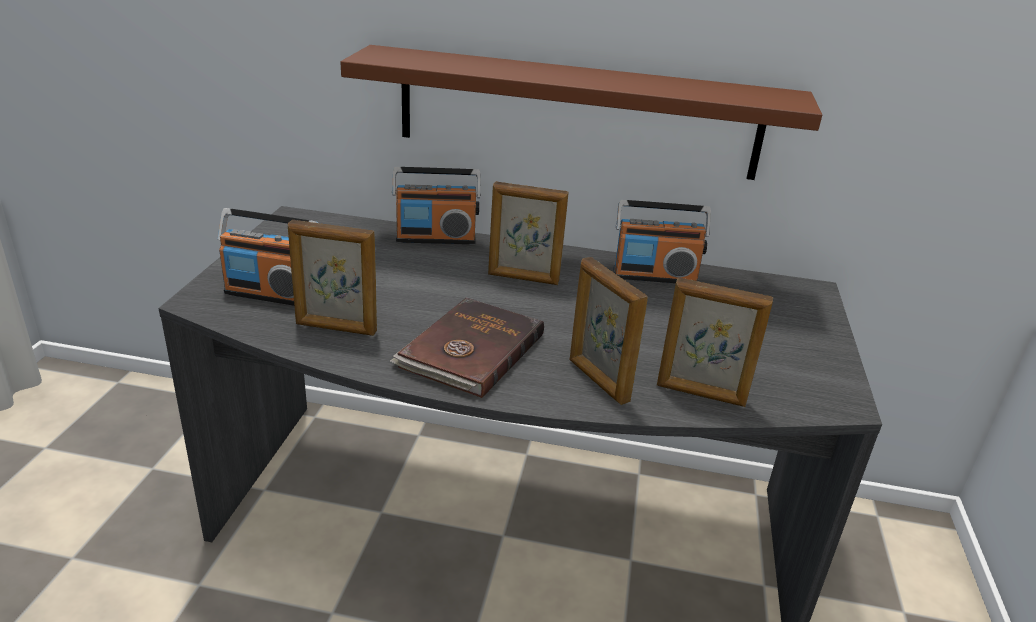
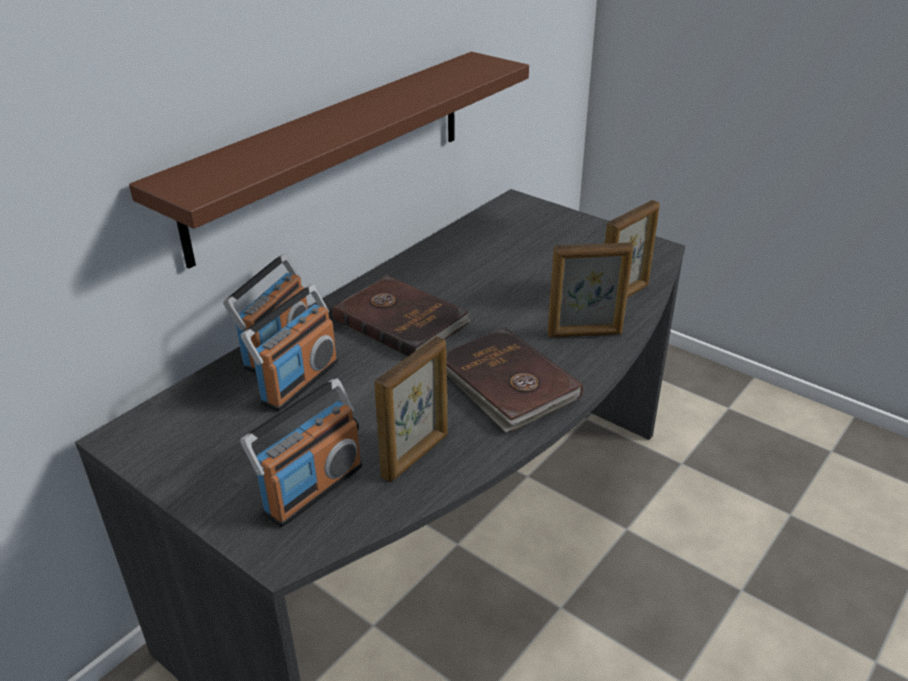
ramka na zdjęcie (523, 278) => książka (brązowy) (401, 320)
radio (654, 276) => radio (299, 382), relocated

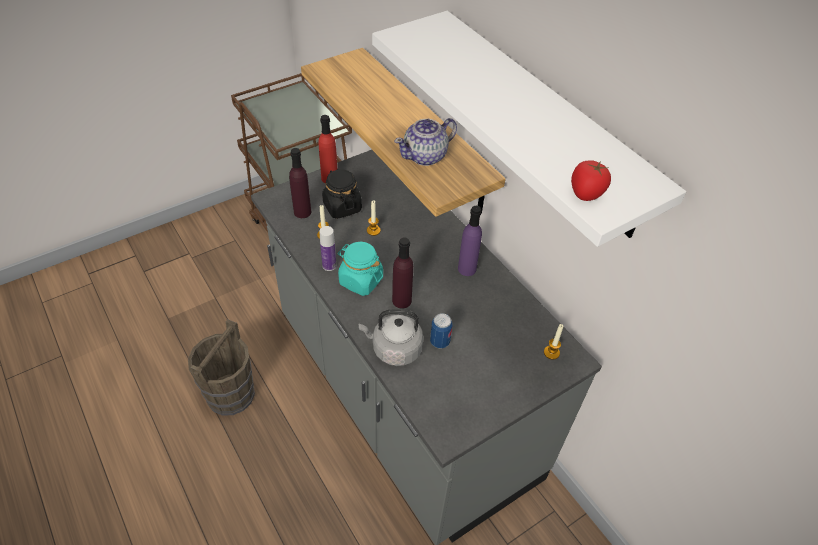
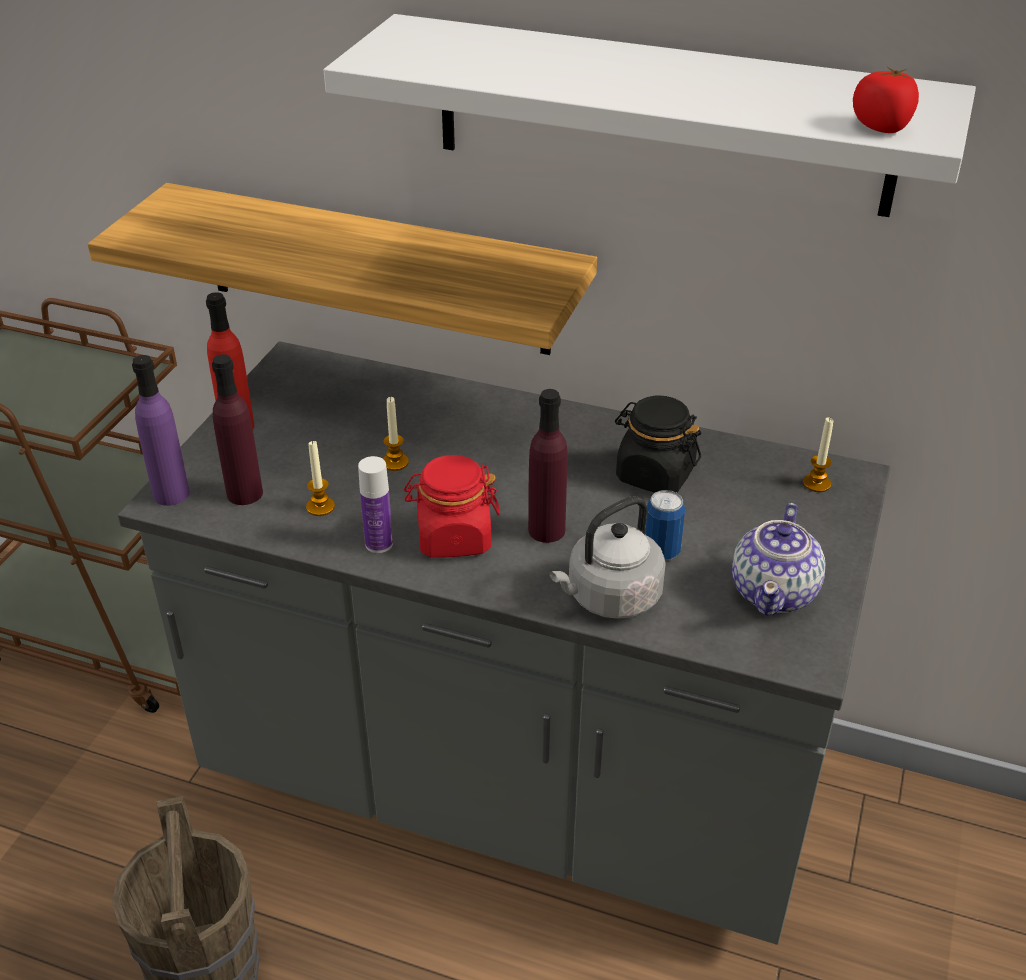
słoik (czarny) (342, 207) => słoik (czarny) (654, 474), relocated
słoik (turkusowy) (360, 280) => słoik (czerwony) (453, 537)
imbryk (425, 156) => imbryk (775, 592), relocated
butelka (fioletowy) (467, 269) => butelka (fioletowy) (171, 494), relocated

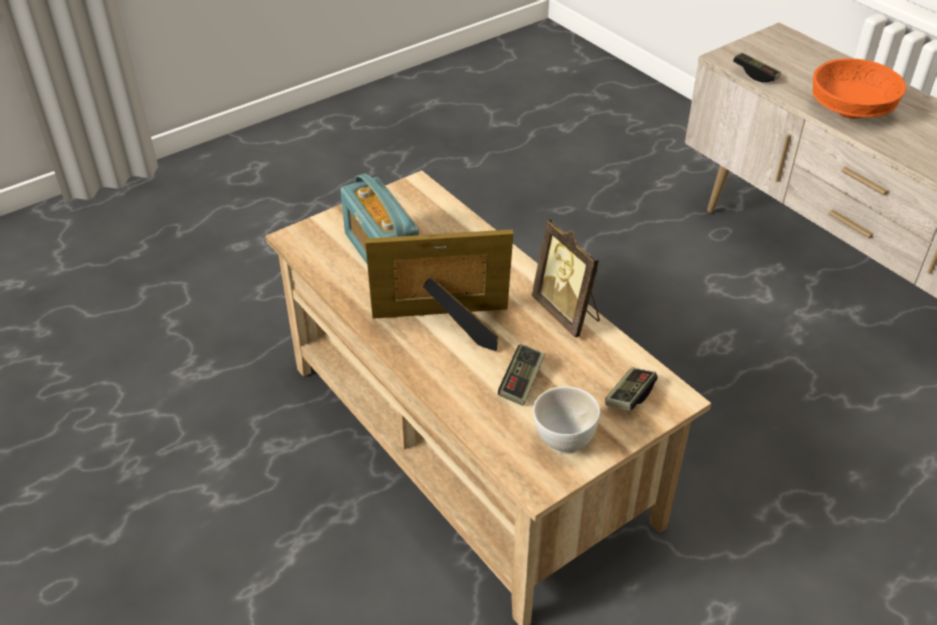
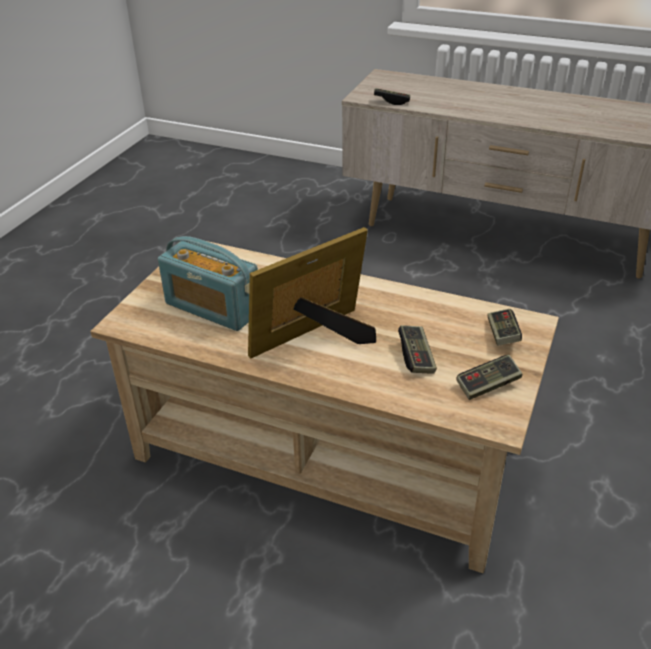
ramka na zdjęcie (567, 313) => nothing
miska (biały) (563, 441) => pad do gier (488, 385)
miska (pomarańczowy) (850, 109) => nothing

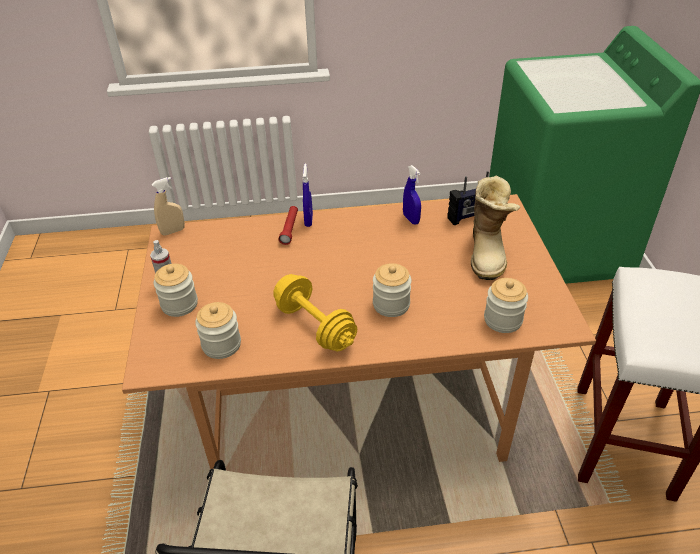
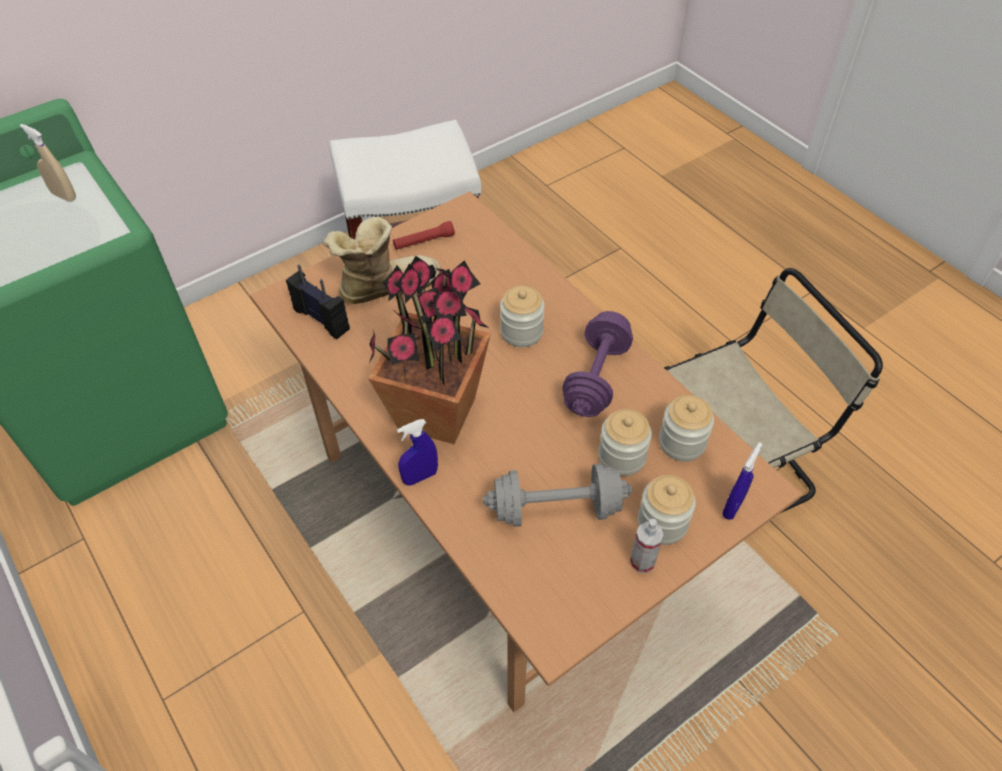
spryskiwacz (beżowy) (173, 231) => spryskiwacz (beżowy) (64, 196), relocated
hantel (żółty) (315, 326) => hantel (fioletowy) (596, 378)
latarka (czerwony) (289, 229) => latarka (czerwony) (424, 241), relocated
spryskiwacz (niebieski) (411, 219) => spryskiwacz (niebieski) (733, 506), relocated
słoik (503, 320) => słoik (621, 457), relocated
nothing => roślina doniczkowa (436, 412)
nothing => hantel (szary) (556, 509)

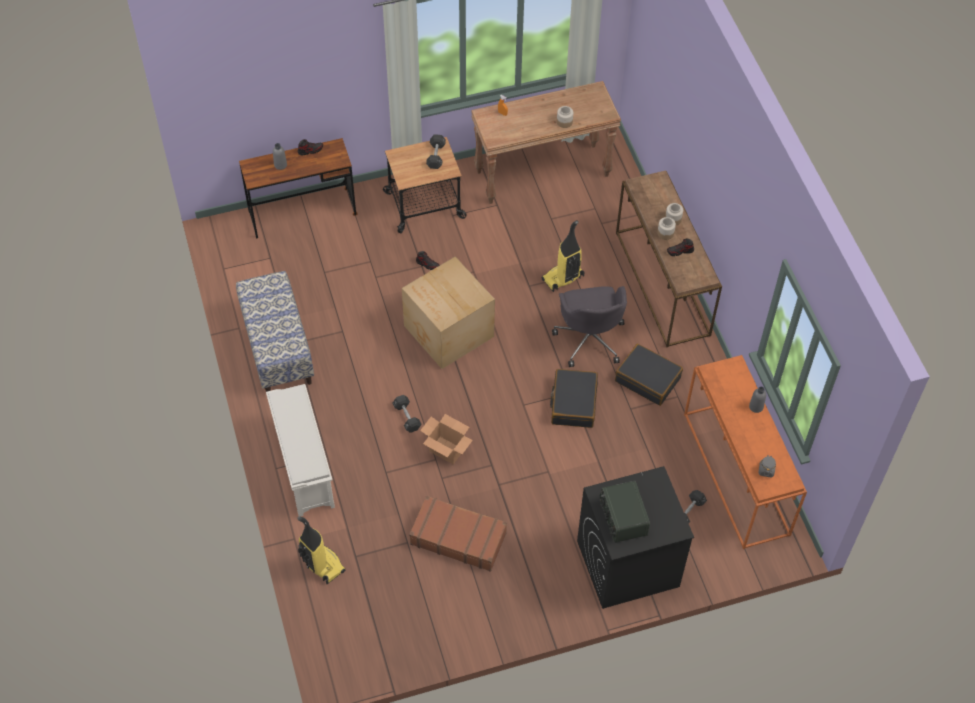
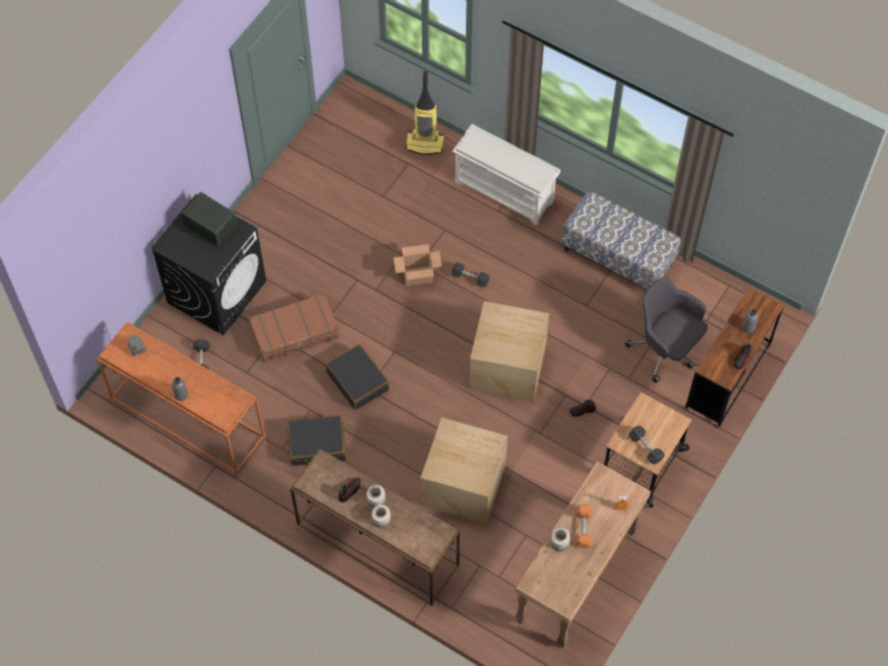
walizka (brązowy) (458, 537) => walizka (brązowy) (295, 333), relocated
odkurzacz (563, 278) => karton (463, 483)
krzesło biurowe (szary) (590, 338) => krzesło biurowe (szary) (665, 349), relocated
nothing => hantel (pomarańczowy) (583, 529)

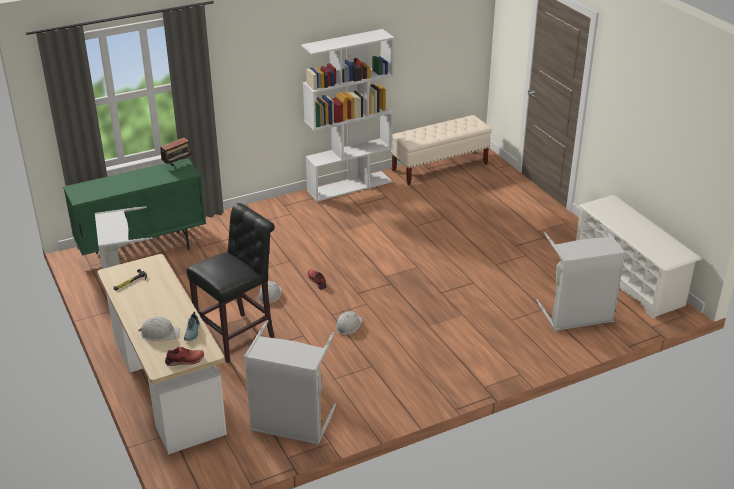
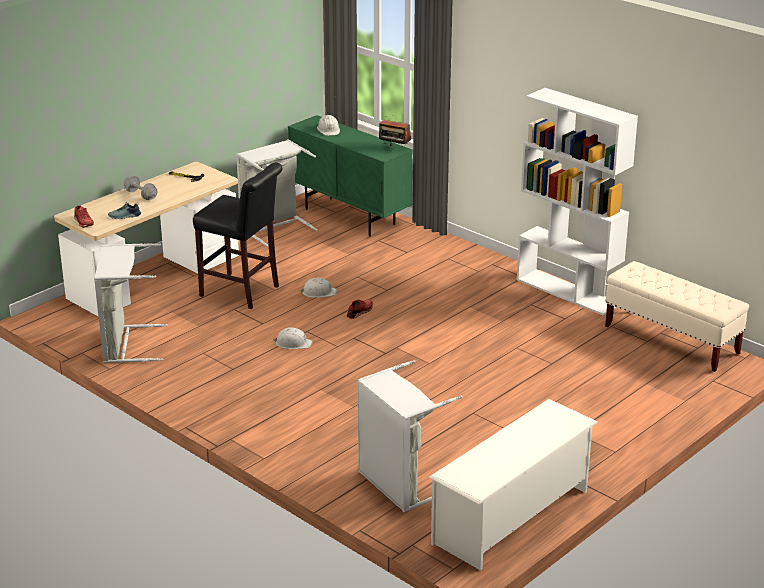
kask (biały) (159, 333) => kask (biały) (329, 130), relocated
nothing => hantel (szary) (141, 195)

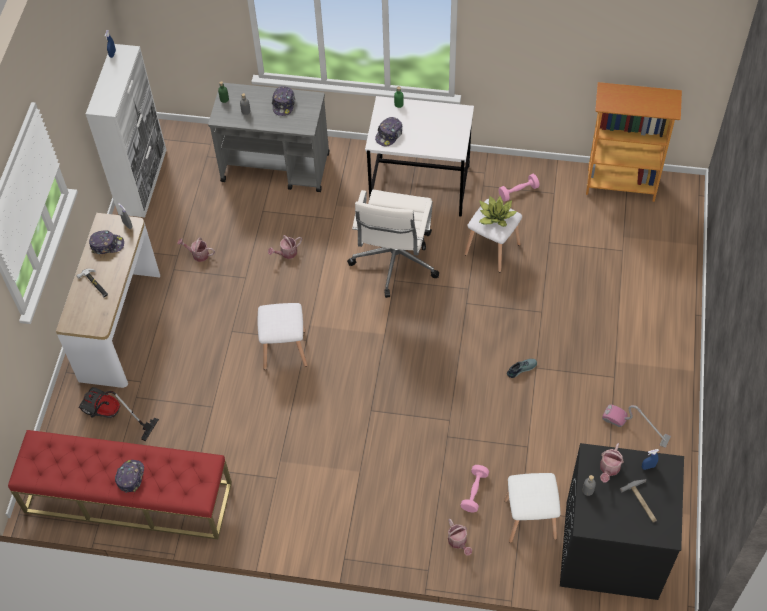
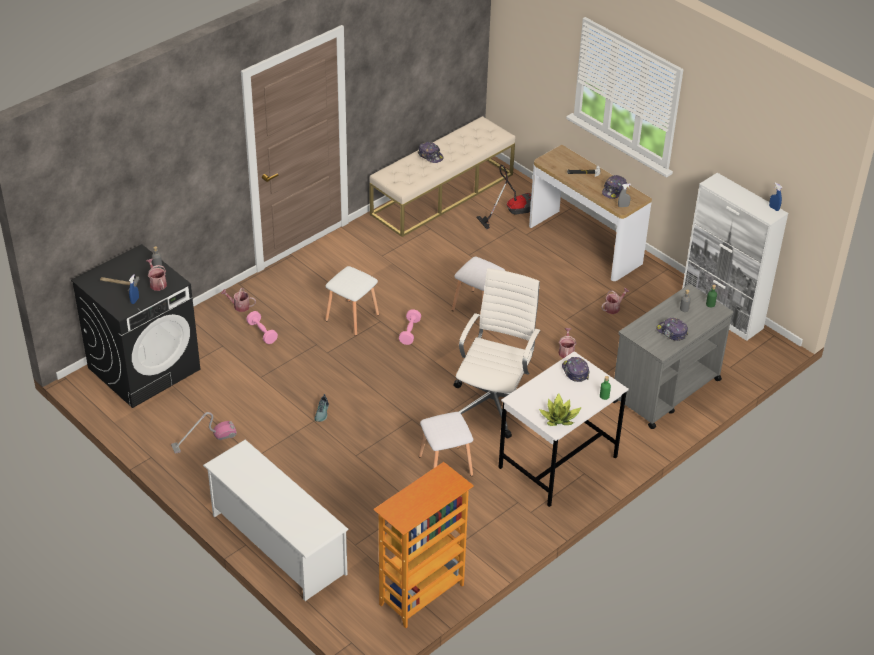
ławka (czerwony) (128, 497) => ławka (beżowy) (442, 194)
krzesło biurowe (biały) (394, 262) => krzesło biurowe (biały) (494, 403), 60 degrees clockwise
roślina doniczkowa (495, 216) => roślina doniczkowa (559, 418), relocated
hantel (różowy) (518, 192) => hantel (różowy) (410, 332), relocated
stołek (biały) (529, 519) => stołek (biały) (352, 317), relocated
nothing => regał na buty (biały) (277, 544)

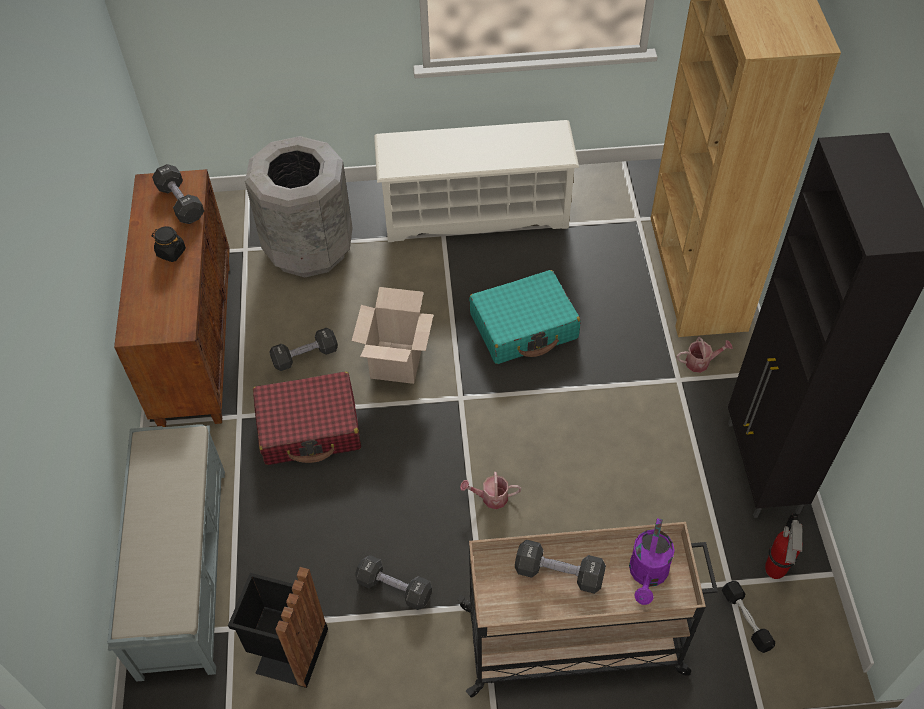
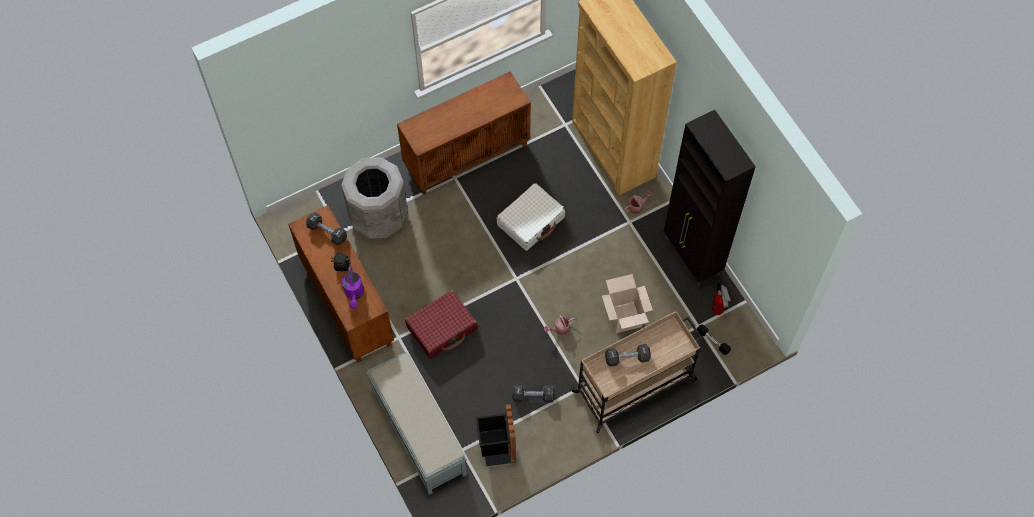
hantel (czarny) (305, 356) => nothing
karton (396, 362) => karton (624, 317), relocated
regał na buty (biały) (476, 212) => szafka (brązowy) (467, 155)
walizka (turkusowy) (524, 327) => walizka (biały) (531, 221)
konewka (fioletowy) (647, 575) => konewka (fioletowy) (354, 294), relocated

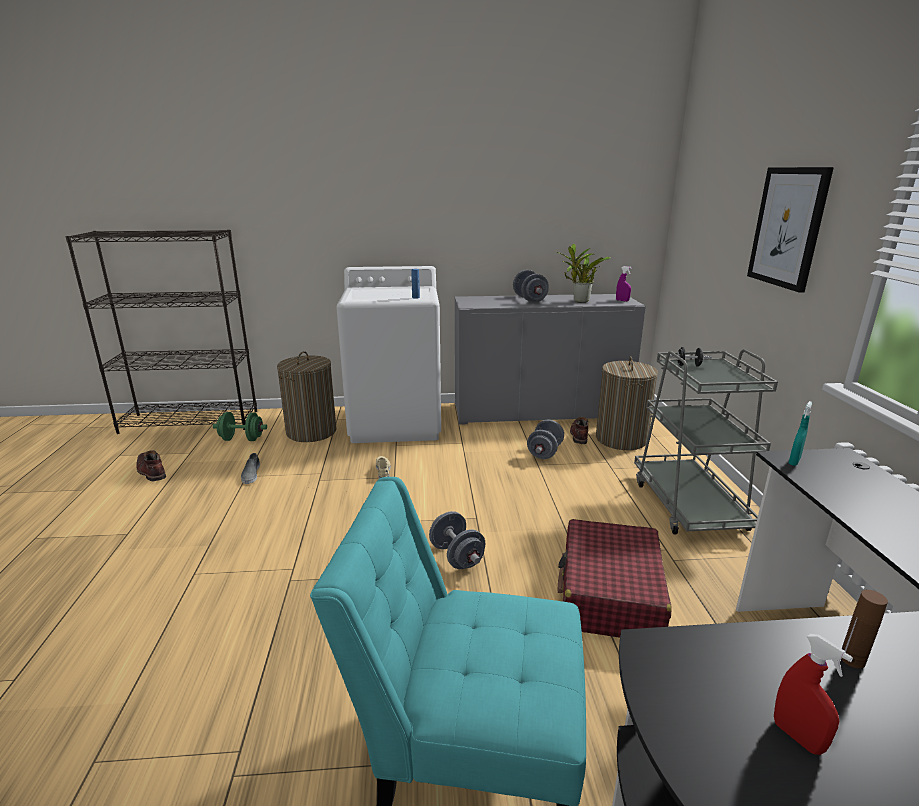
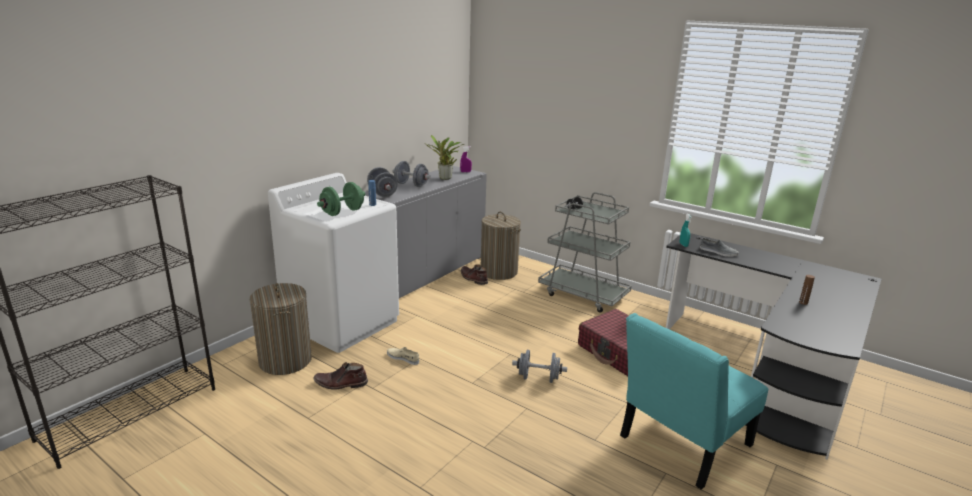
but z cholewką (brązowy) (151, 471) => but z cholewką (brązowy) (340, 384), relocated
hantel (zielony) (242, 439) => hantel (zielony) (342, 212), relocated
but (szary) (251, 474) => but (szary) (718, 252), relocated
hantel (szary) (544, 452) => hantel (szary) (382, 193), relocated
obraz (788, 227) => nothing
spryskiwacz (czerwony) (797, 737) => nothing

